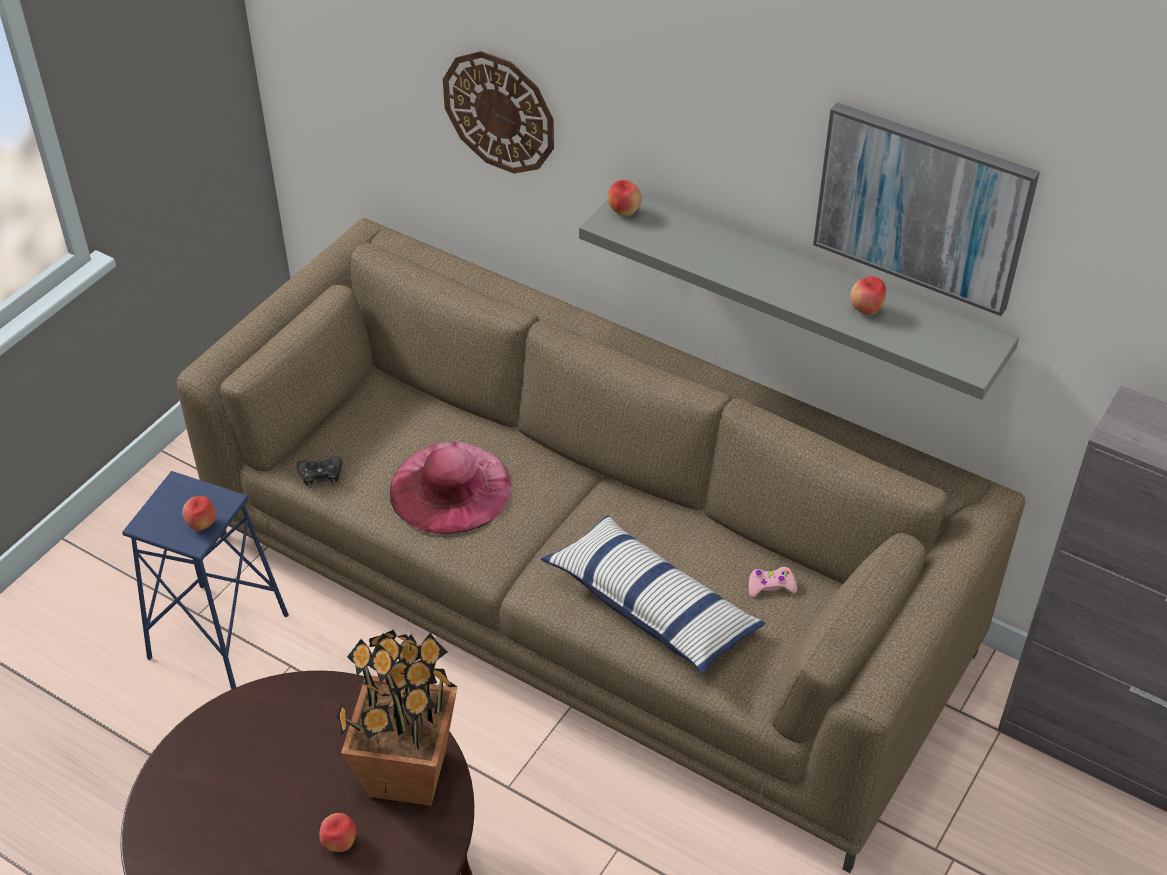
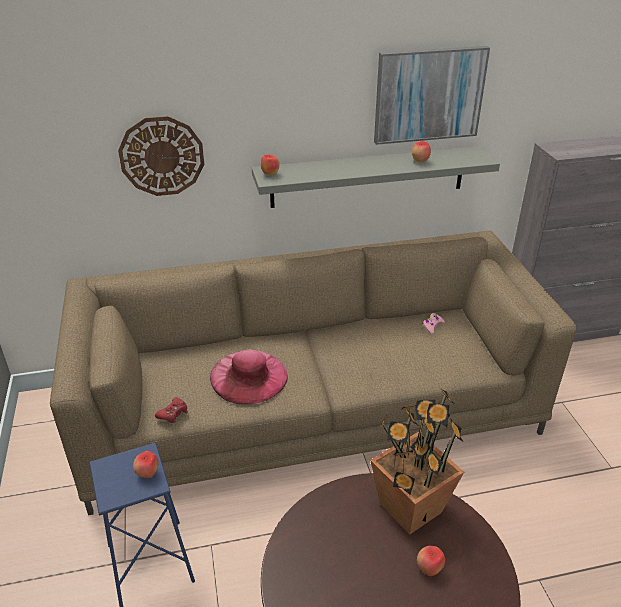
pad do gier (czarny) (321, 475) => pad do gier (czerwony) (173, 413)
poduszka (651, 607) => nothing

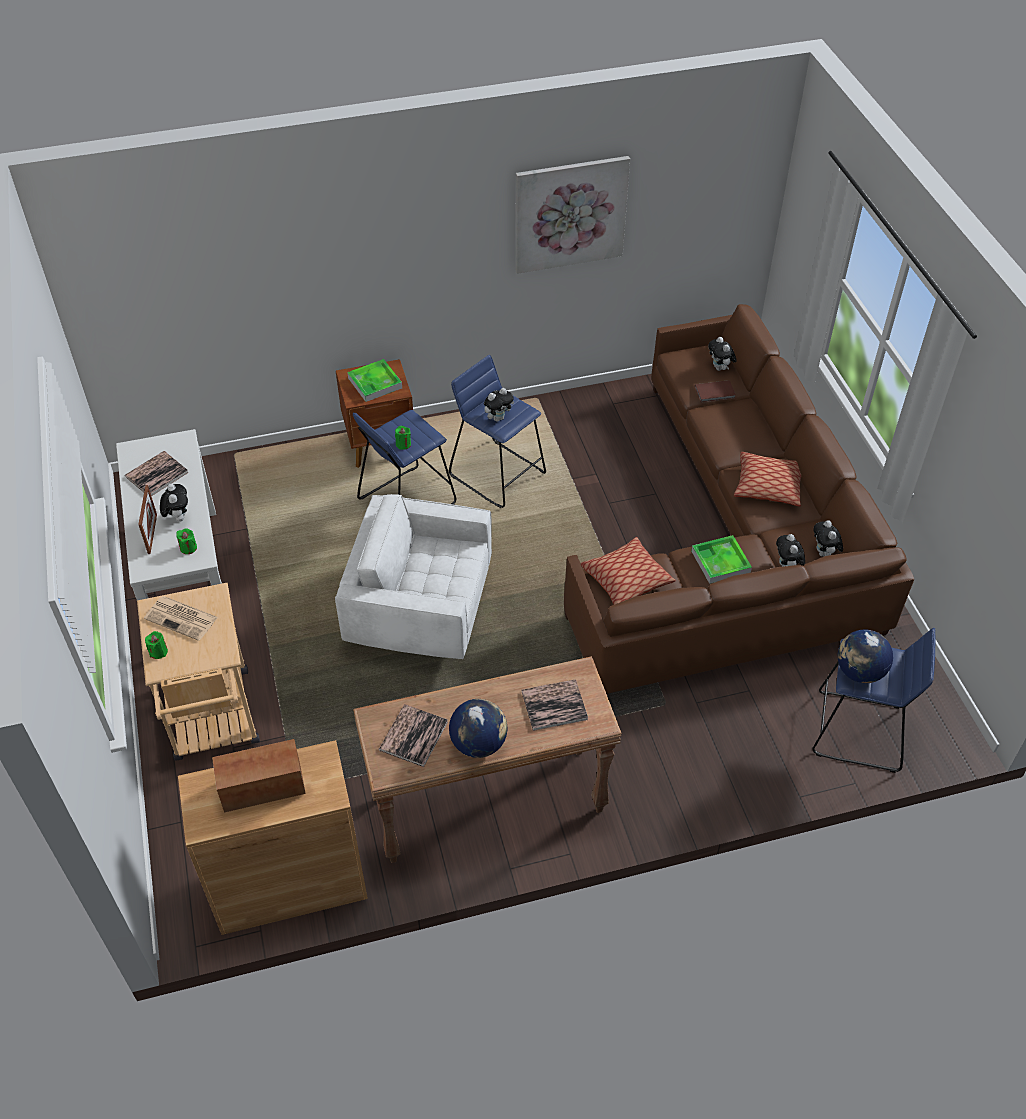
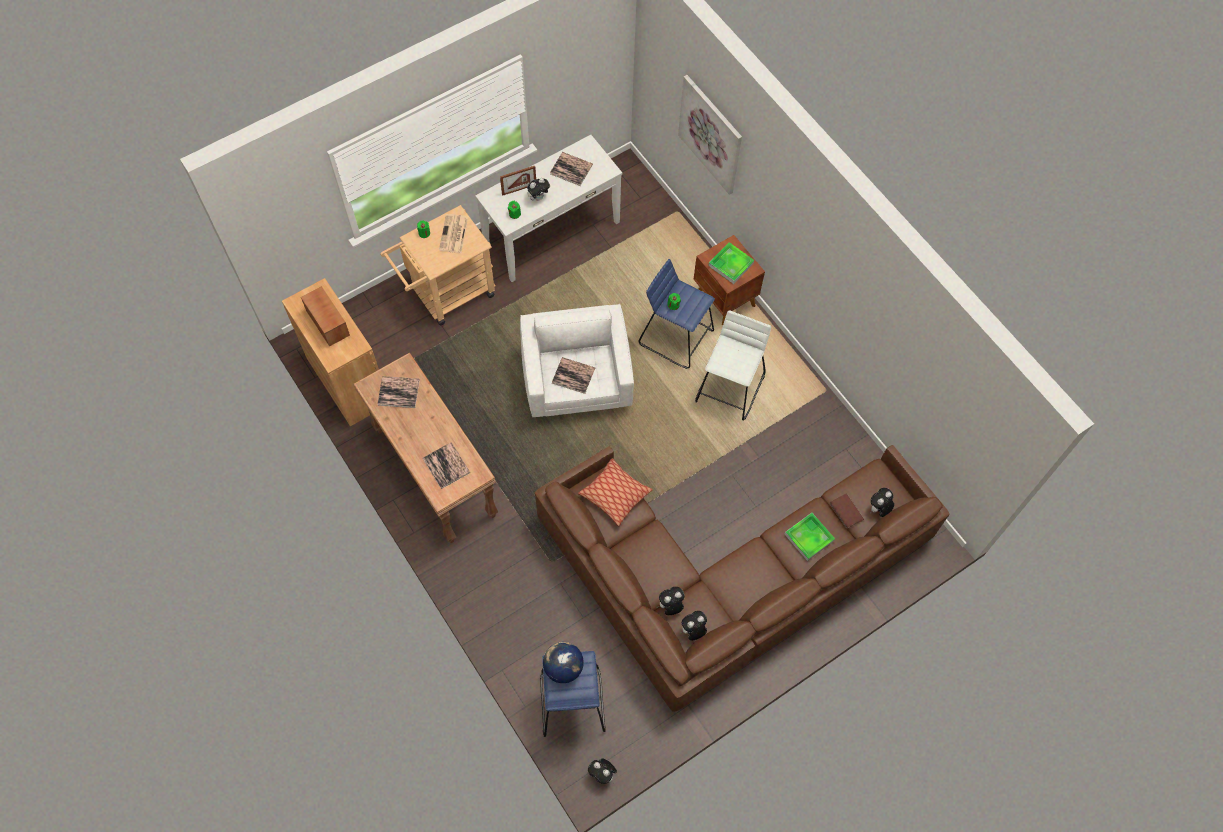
stołek (niebieski) (498, 474) => stołek (biały) (730, 388)
globus (479, 743) => nothing
pluszak (498, 418) => pluszak (602, 774), relocated
obraz (570, 214) => obraz (710, 134), relocated
taca (720, 562) => taca (809, 537), relocated
poduszka (768, 486) => nothing
nothing => książka (573, 375)

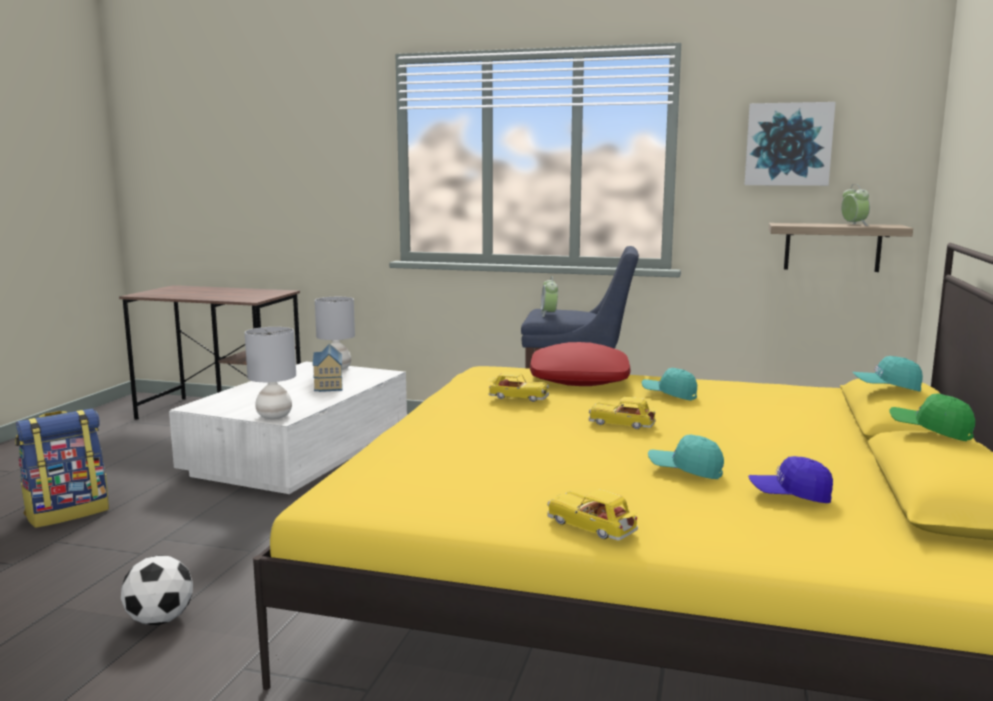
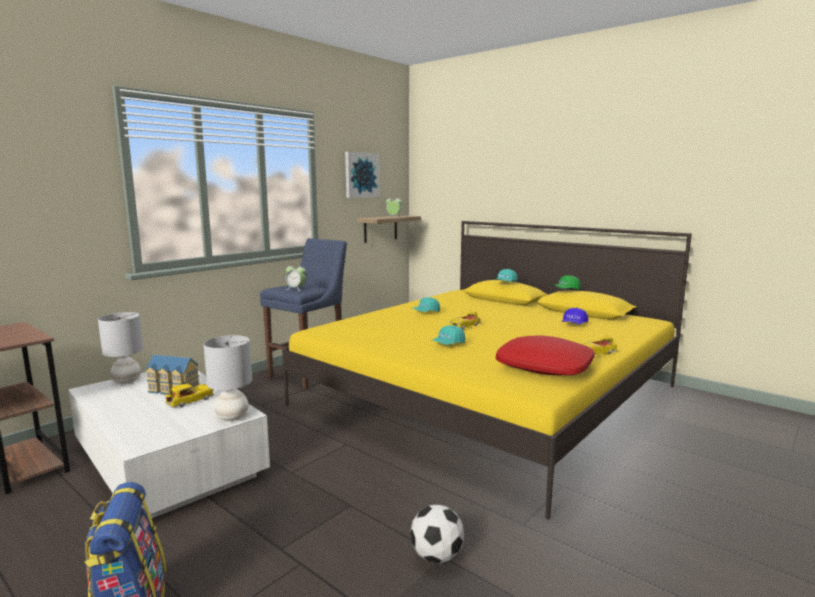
samochodzik (517, 397) => samochodzik (189, 401), relocated
poduszka (czerwony) (578, 379) => poduszka (czerwony) (544, 367), relocated
czapka z daszkiem (turkusowy) (685, 471) => czapka z daszkiem (turkusowy) (448, 344), relocated

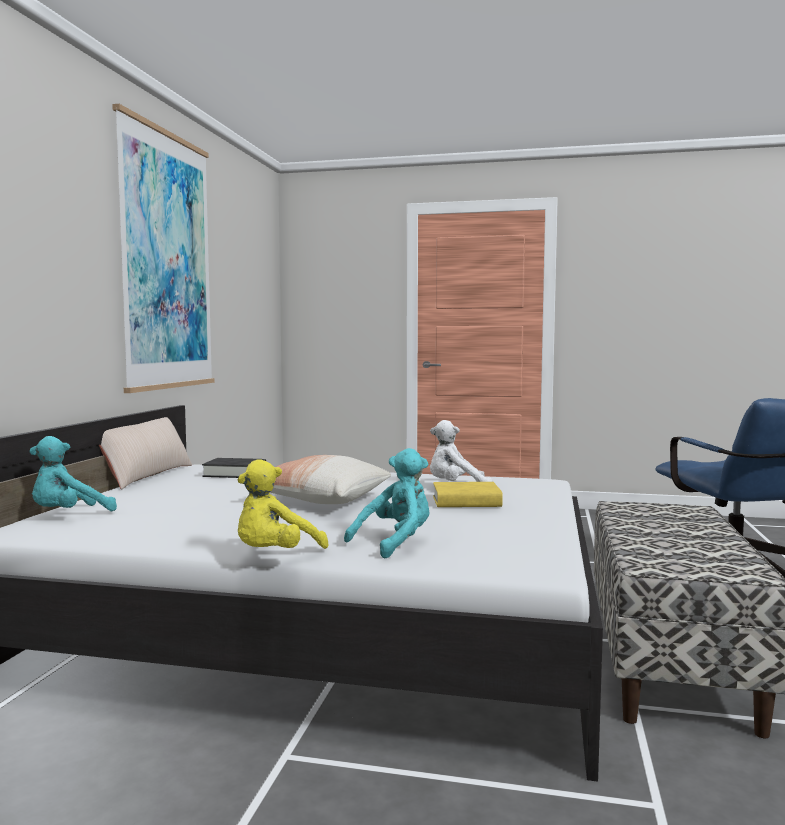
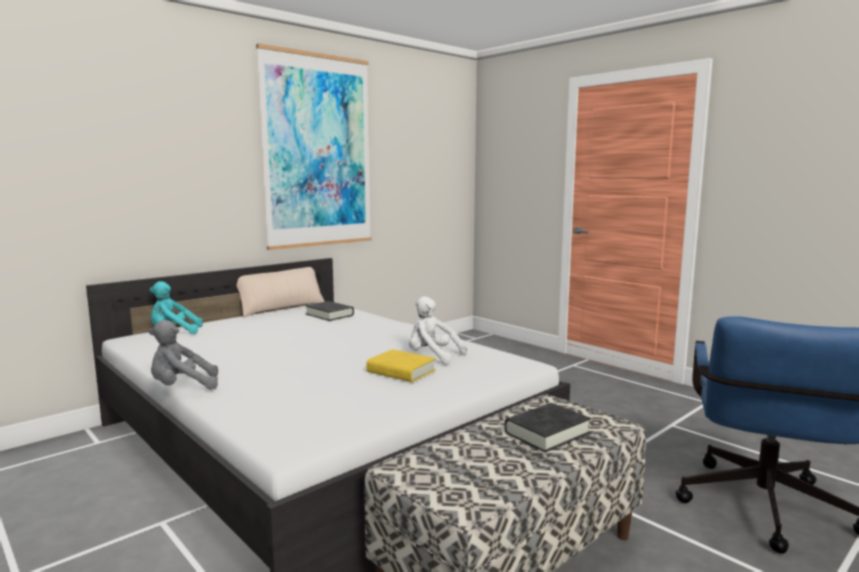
pluszak (żółty) (275, 556) => pluszak (szary) (182, 387)
poduszka (320, 500) => nothing
pluszak (turkusowy) (395, 543) => nothing
nothing => książka (czarny) (547, 433)

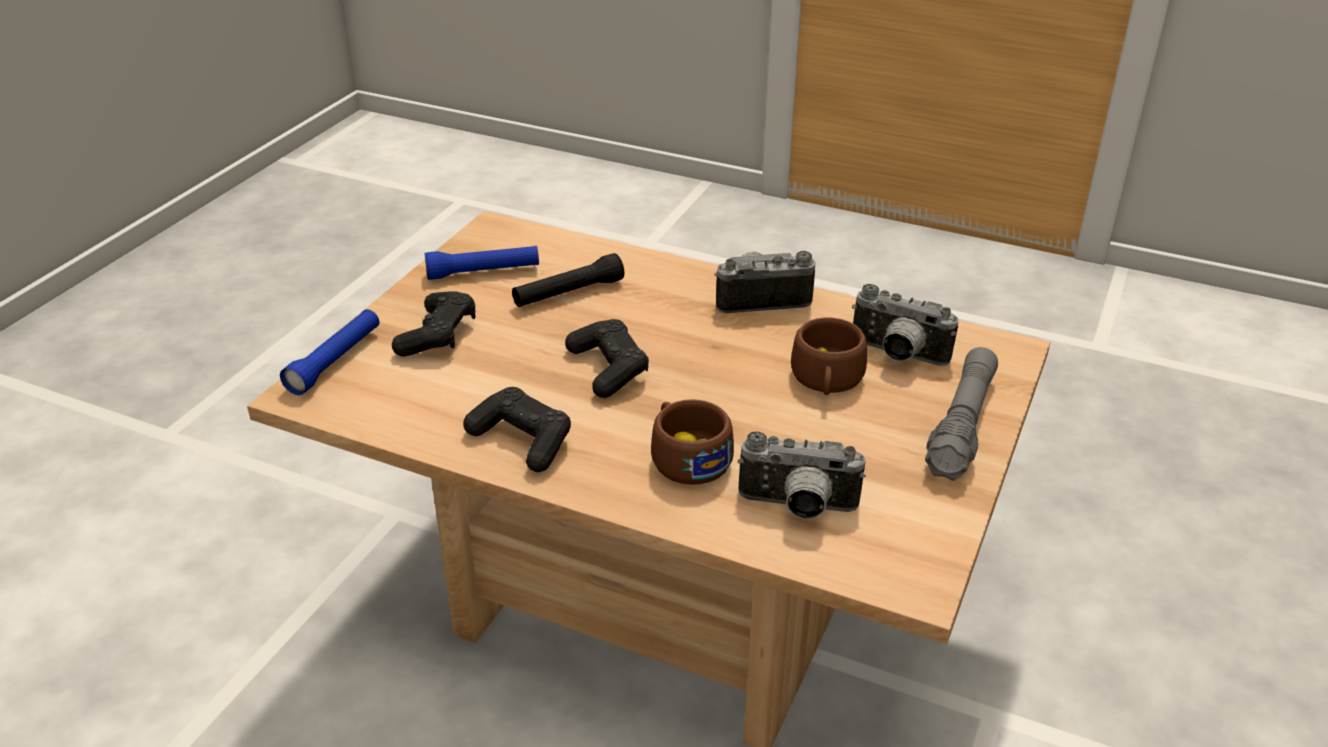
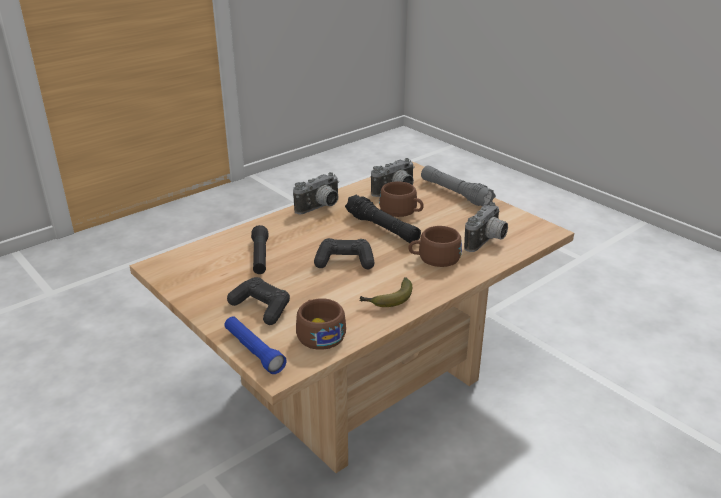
latarka (niebieski) (483, 272) => nothing
pad do gier (czarny) (522, 440) => banan (388, 300)
aparat fotograficzny (761, 298) => aparat fotograficzny (321, 208), 150 degrees counterclockwise
nothing => filiżanka (brązowy) (319, 333)
nothing => latarka (czarny) (382, 228)

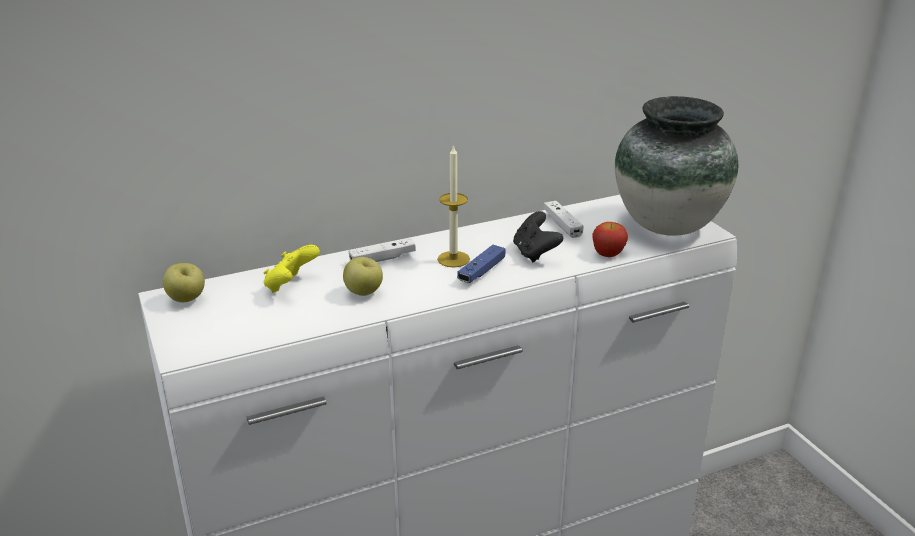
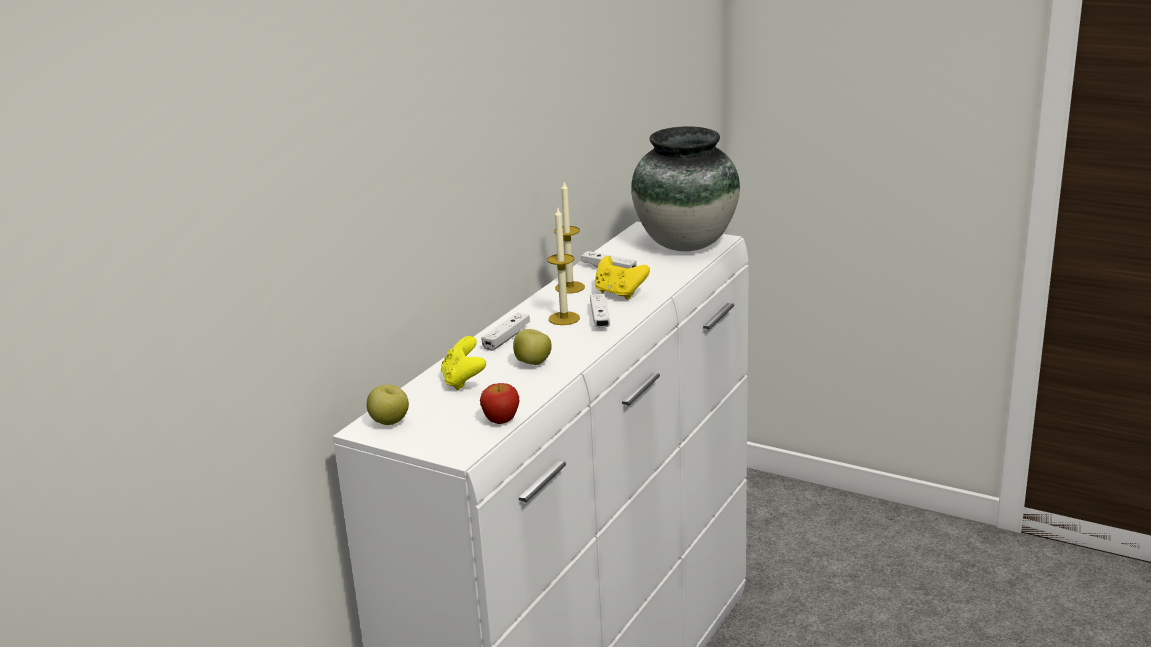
pad do gier (niebieski) (481, 271) => pad do gier (biały) (600, 318)
pad do gier (czarny) (535, 253) => pad do gier (żółty) (619, 293)
jabłko (608, 253) => jabłko (501, 419), relocated
nothing => świeca (569, 287)

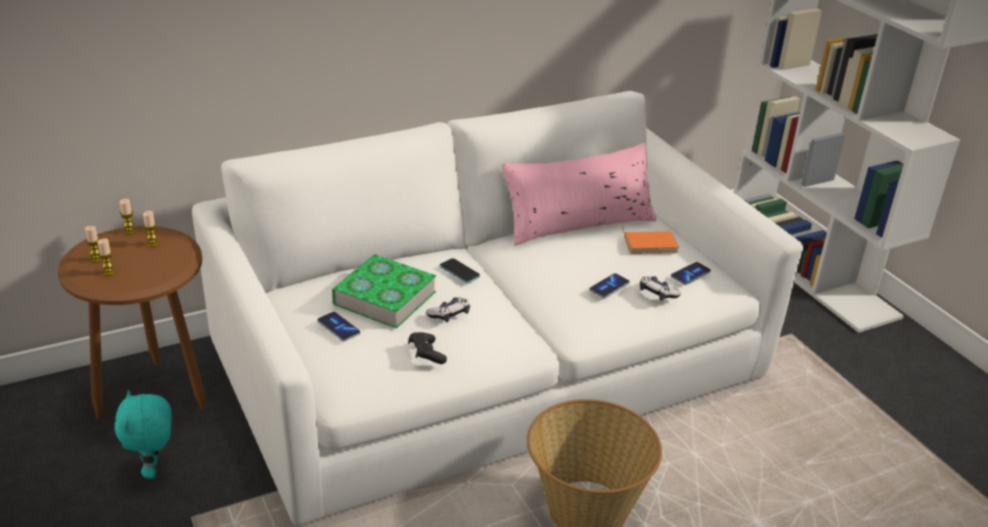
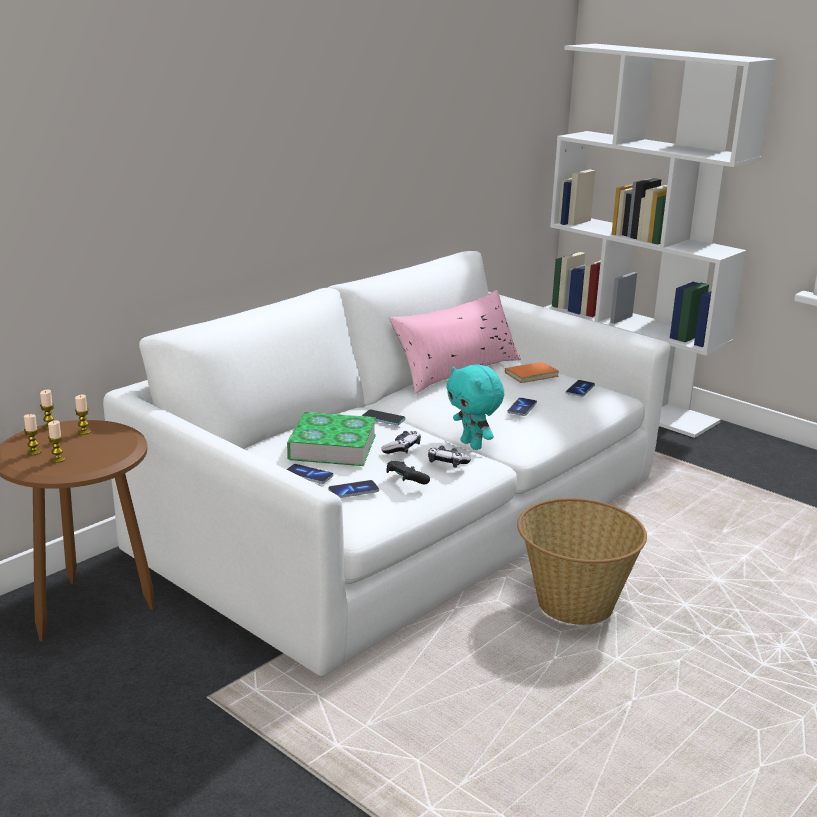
pluszak (turkusowy) (153, 470) => pluszak (turkusowy) (472, 445), relocated
pad do gier (657, 293) => pad do gier (447, 463), relocated
nothing => telefon (353, 491)

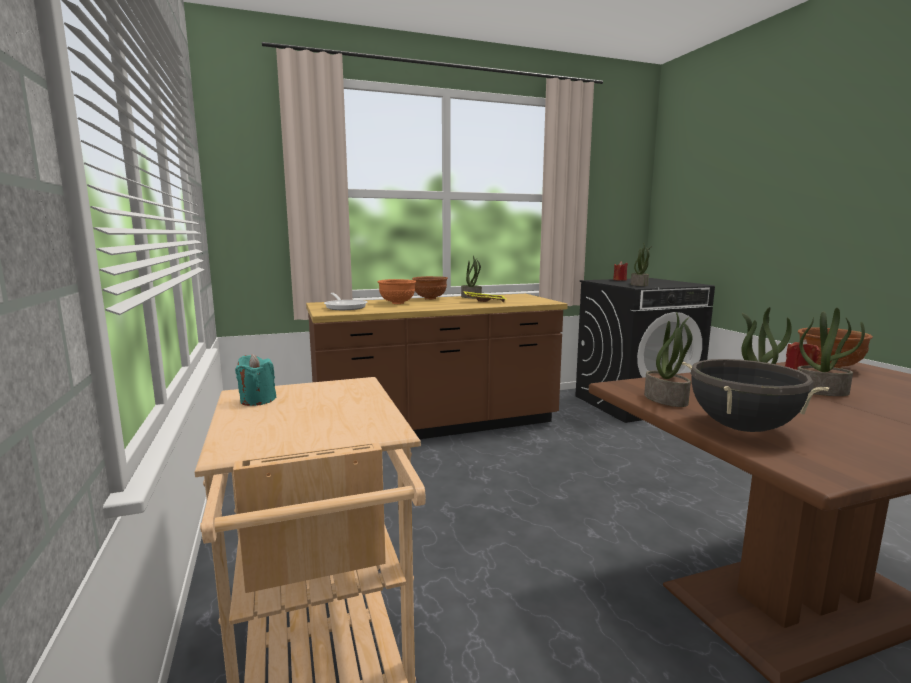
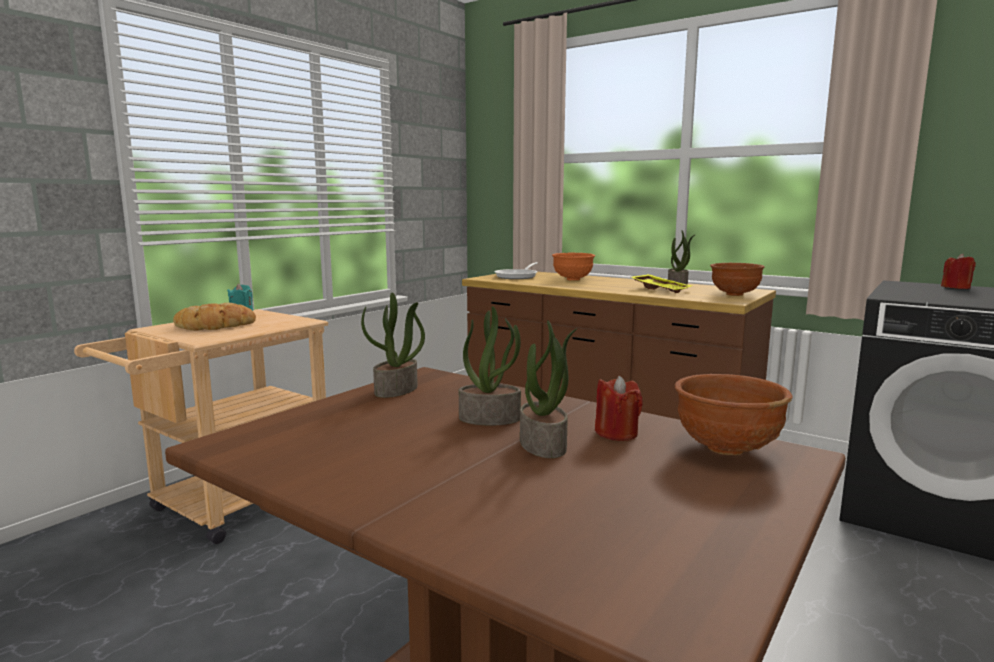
miska (brązowy) (429, 299) => miska (brązowy) (734, 294), relocated
roślina doniczkowa (639, 285) => nothing
garnek (czarny) (742, 428) => nothing
nothing => chleb (215, 326)

